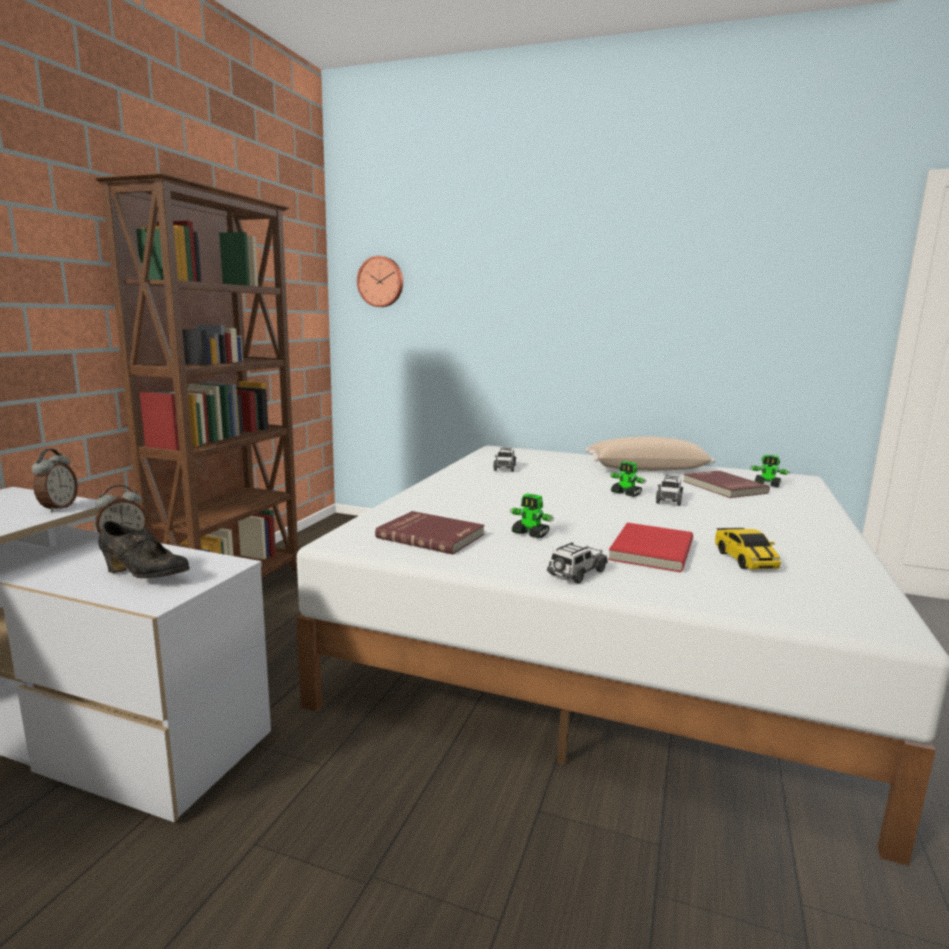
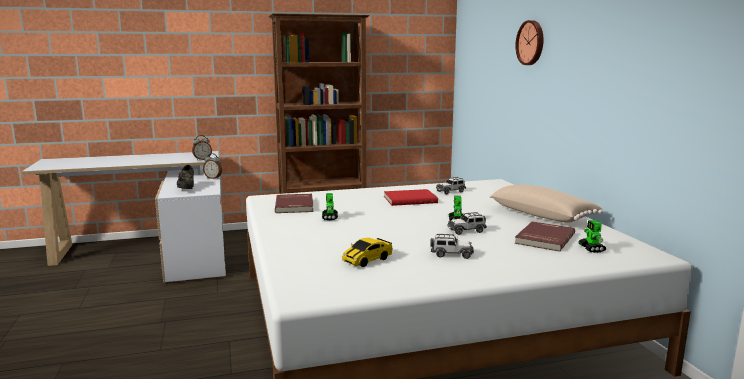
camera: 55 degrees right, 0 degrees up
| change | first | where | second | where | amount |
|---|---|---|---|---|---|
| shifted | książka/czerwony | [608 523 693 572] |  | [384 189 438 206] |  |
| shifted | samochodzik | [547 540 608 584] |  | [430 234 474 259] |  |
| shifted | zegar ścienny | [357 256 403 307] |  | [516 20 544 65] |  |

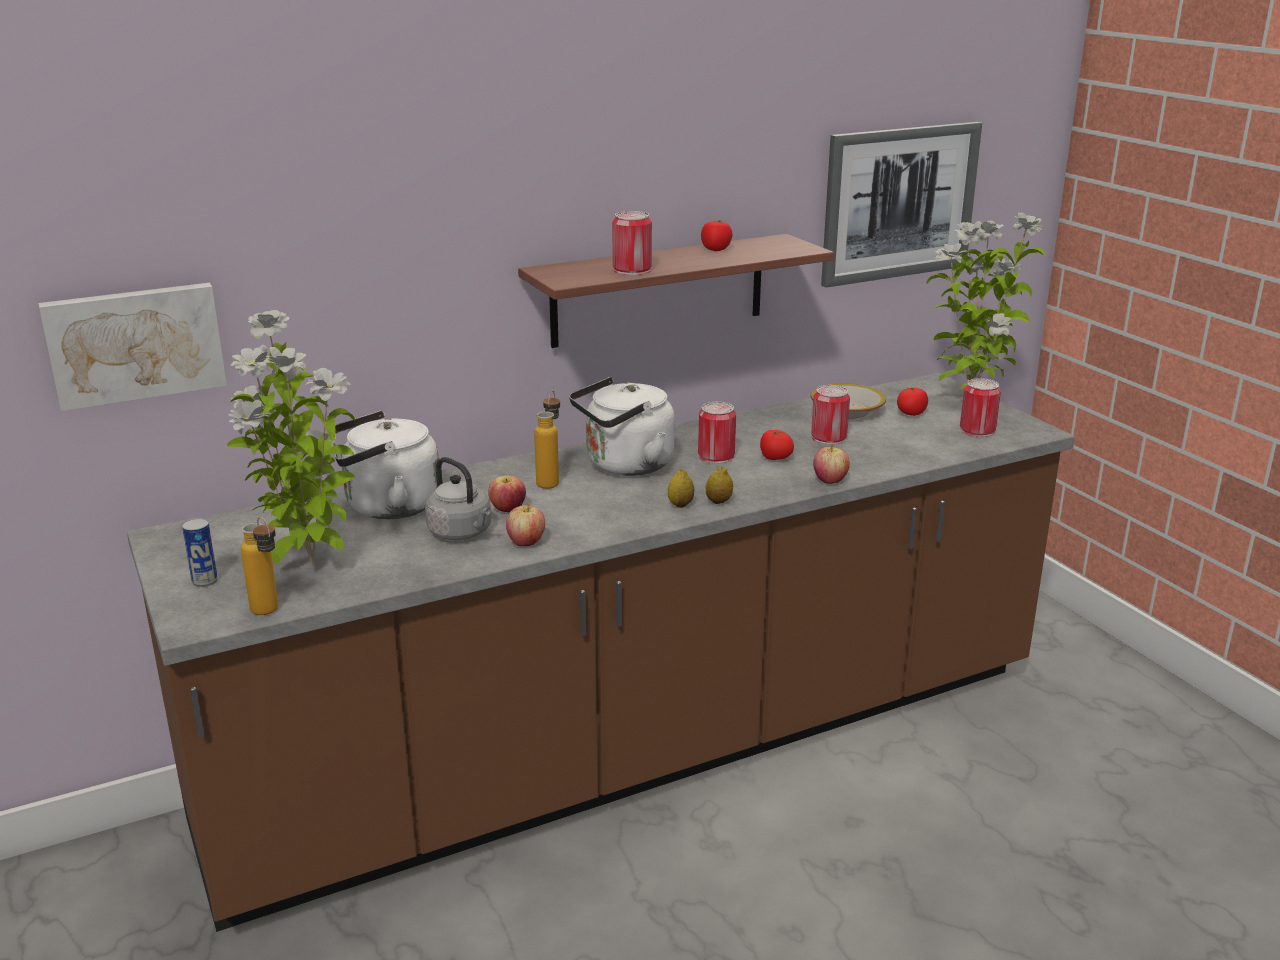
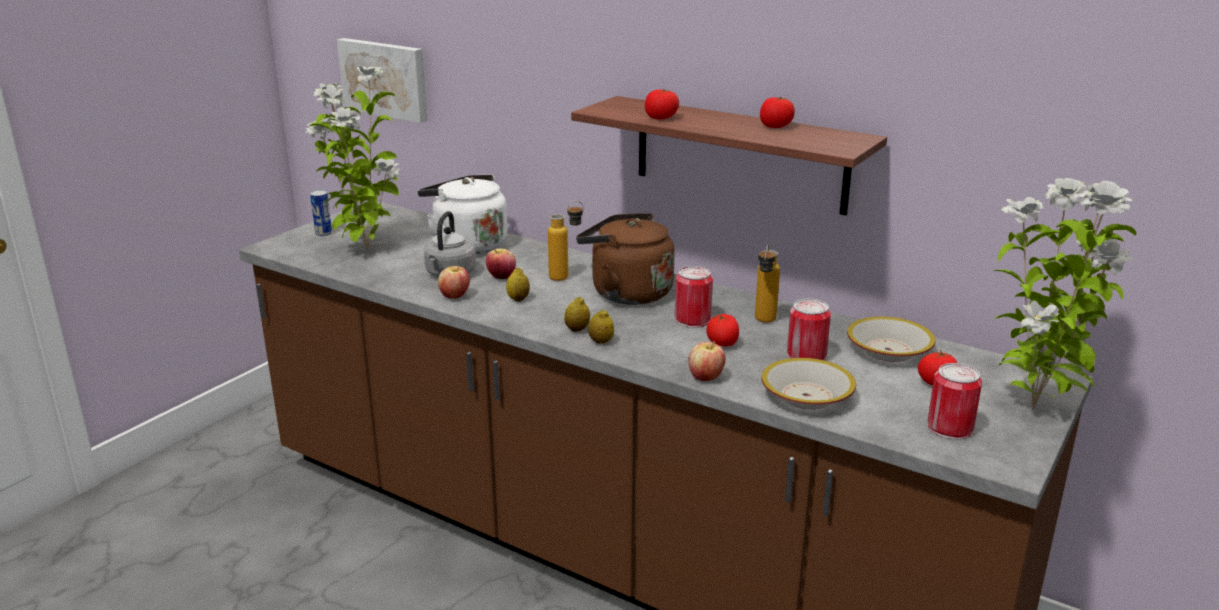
camera: 60 degrees right, 0 degrees up
| change | first | where | second | where | amount |
|---|---|---|---|---|---|
| new |  |  | cytryna | [506 268 530 302] |  |
| repainted | czajnik/biały | [569 377 674 476] | czajnik/brązowy | [576 213 675 305] |  |
| swapped | puszka | [612 211 652 275] | pomidor | [645 90 679 119] |  |
| shifted | butelka | [241 517 278 615] |  | [755 244 780 323] |  |
| new |  |  | miska | [761 358 856 409] |  |
| gone | obraz | [821 122 982 288] |  |  |  |

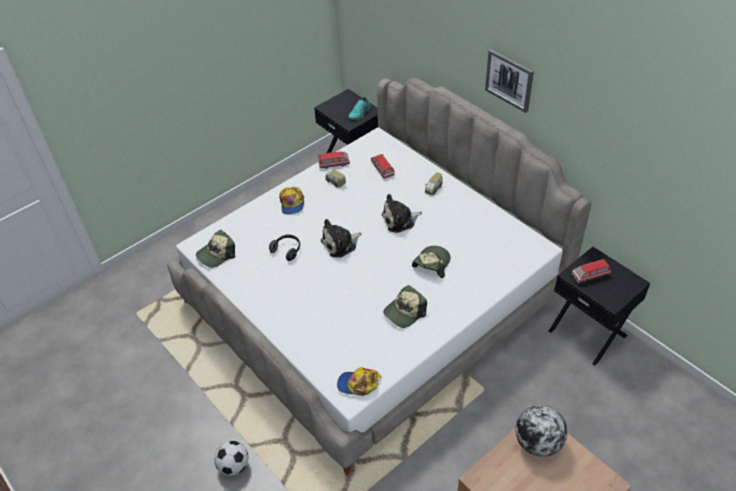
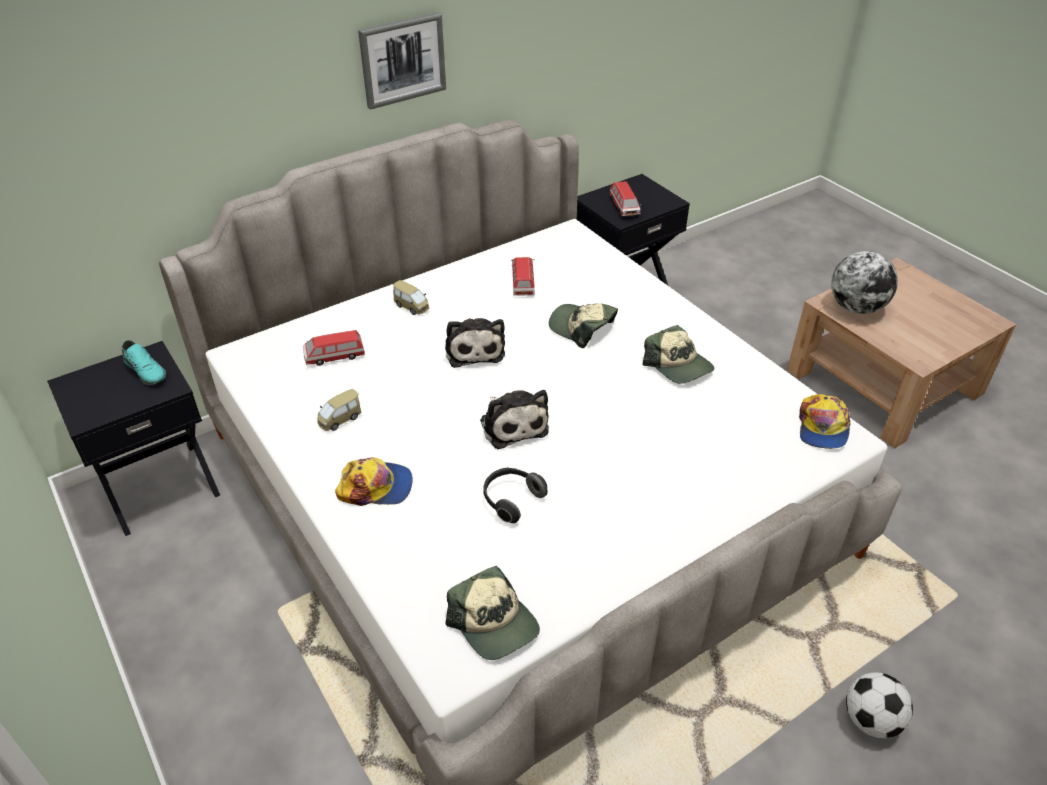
camera: 85 degrees left, 5 degrees down
| change | first | where | second | where | amount |
|---|---|---|---|---|---|
| shifted | samochodzik | [318 151 350 169] |  | [510 257 535 296] |  |

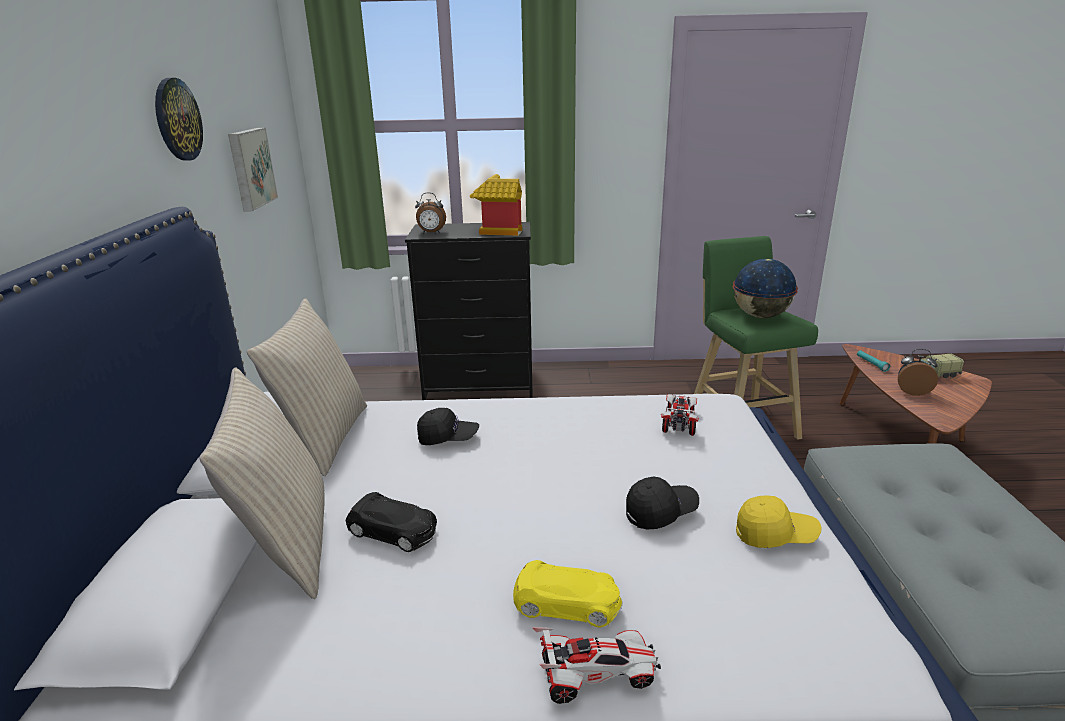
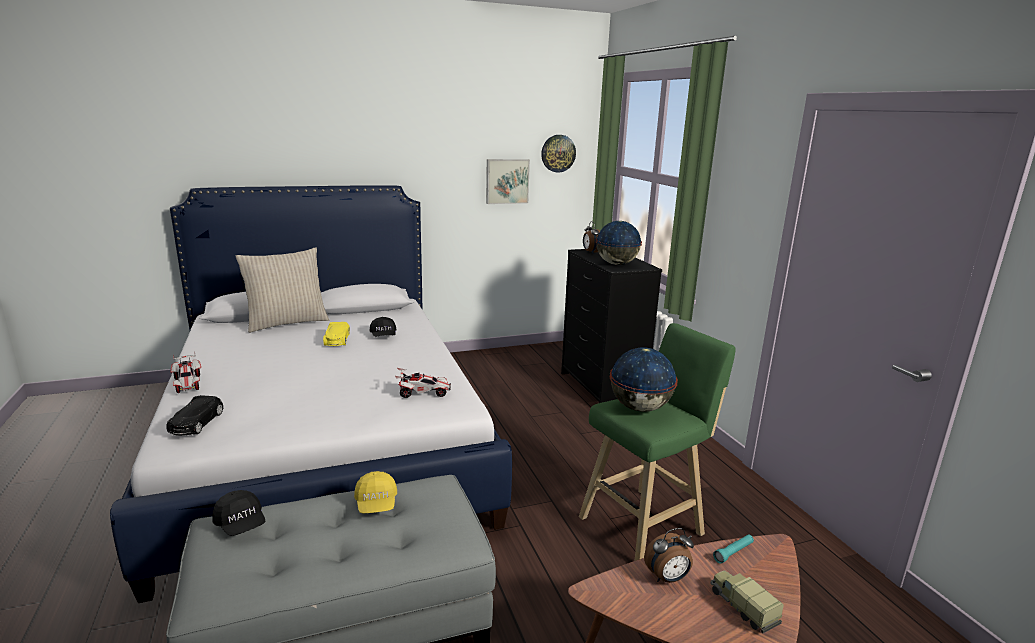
camera: 70 degrees right, 5 degrees down
| change | first | where | second | where | amount |
|---|---|---|---|---|---|
| shifted | samochodzik/czarny | [346 492 437 552] |  | [166 395 223 436] |  |
| shifted | czapka z daszkiem/czarny | [626 477 699 529] |  | [212 490 265 536] |  |
| shifted | samochodzik/żółty | [513 560 623 627] |  | [323 322 350 346] |  |
| shifted | czapka z daszkiem/żółty | [736 495 822 548] |  | [354 471 397 513] |  |
| shifted | zegar ścienny | [155 78 203 161] |  | [541 135 576 173] |  |
| swapped | domek | [470 174 522 236] | globus | [596 221 642 265] |  |
| rotated | budzik | [898 349 938 396] |  | [644 528 694 583] | 75 degrees clockwise |
| gone | poduszka/beżowy | [247 298 367 476] |  |  |  |

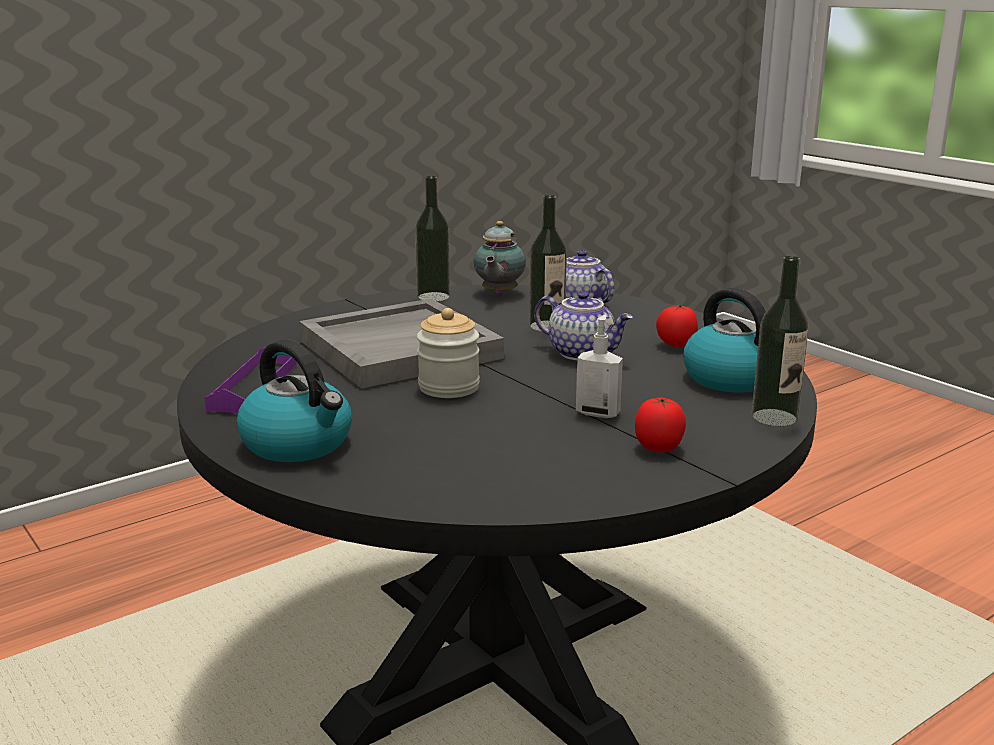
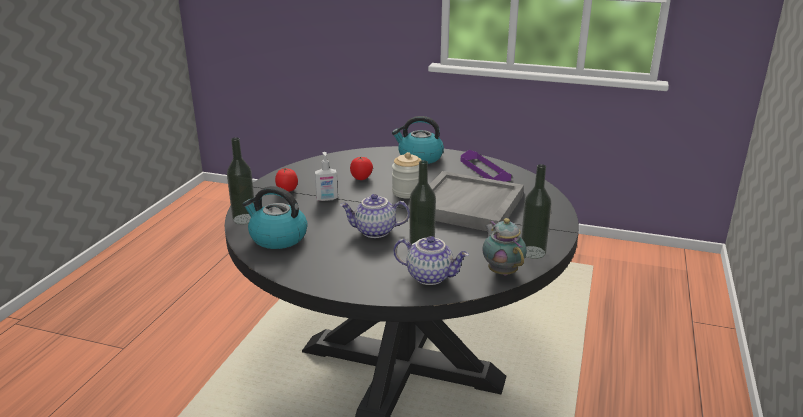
camera: 145 degrees right, 5 degrees up
| change | first | where | second | where | amount |
|---|---|---|---|---|---|
| shifted | pomidor | [656 305 698 348] |  | [350 157 373 180] |  |

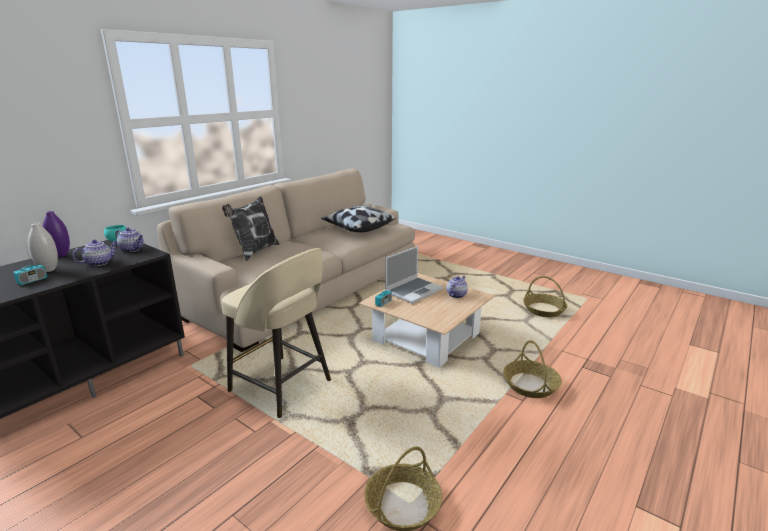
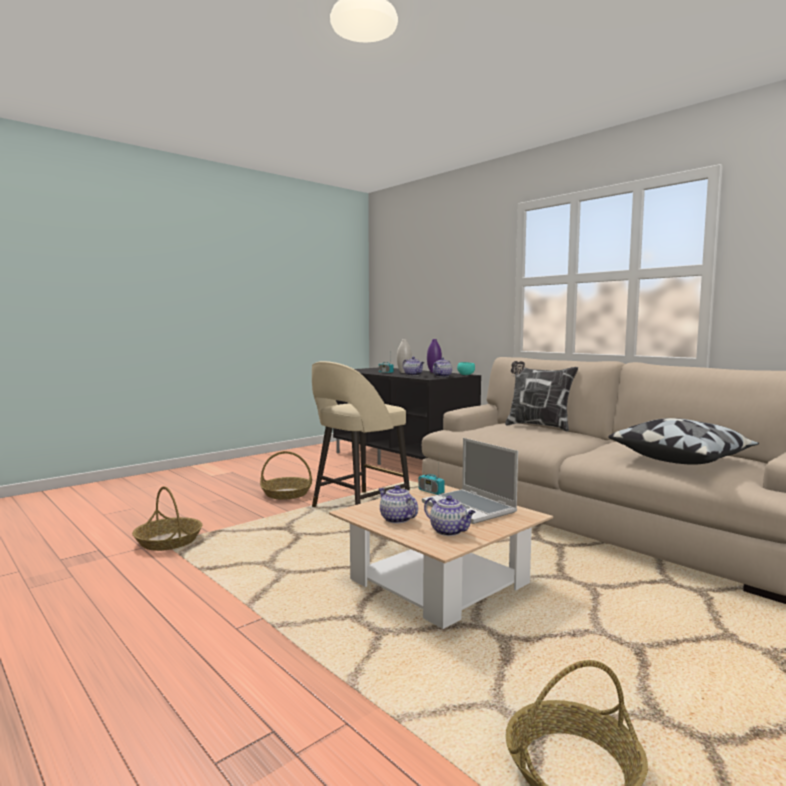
camera: 100 degrees right, 15 degrees down
| change | first | where | second | where | amount |
|---|---|---|---|---|---|
| shifted | koszyk | [503 340 562 398] |  | [260 451 312 499] |  |
| new |  |  | imbryk | [378 485 418 524] |  |

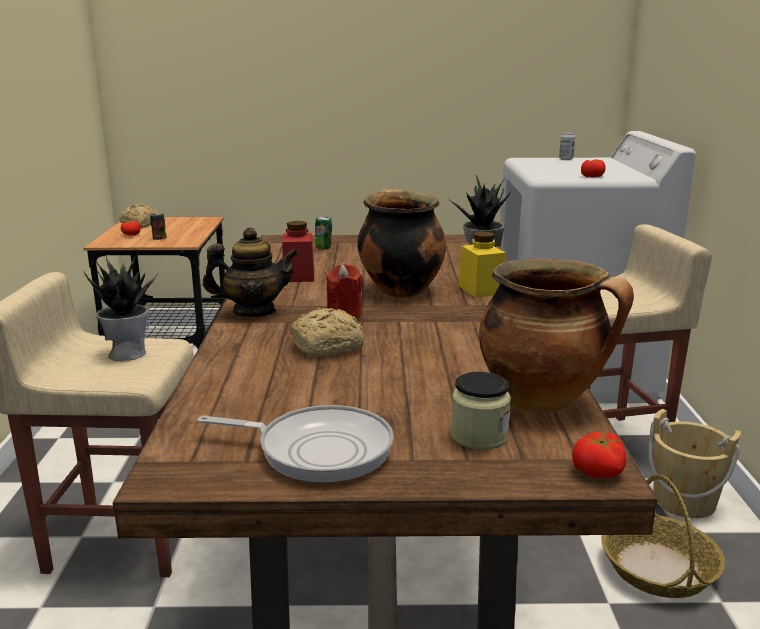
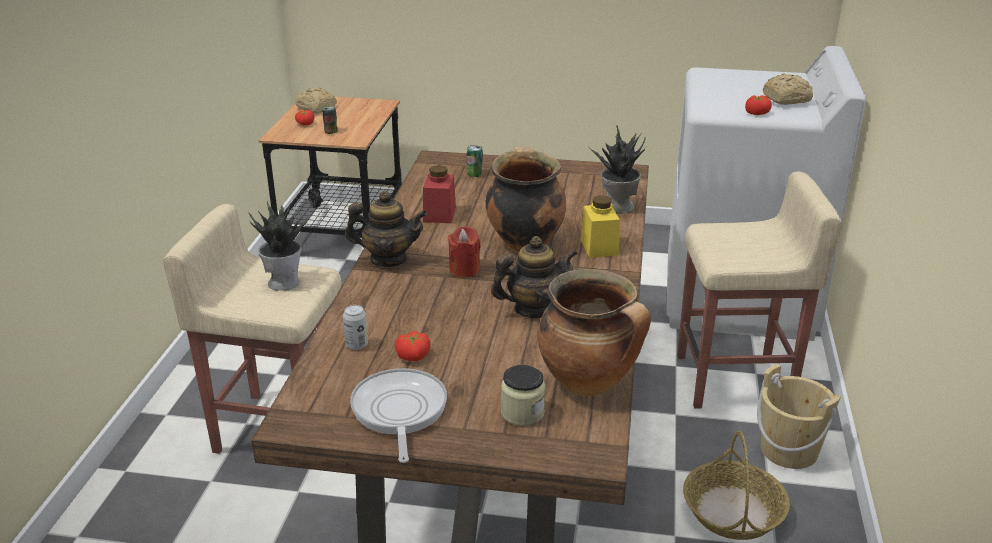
camera: 10 degrees right, 10 degrees up
| change | first | where | second | where | amount |
|---|---|---|---|---|---|
| shifted | puszka | [559 132 575 160] |  | [343 305 368 350] |  |
| rotated | patelnia | [197 405 394 483] |  | [350 368 447 463] | 120 degrees counterclockwise |
| shifted | pomidor | [572 432 626 478] |  | [395 331 430 361] |  |
| new |  |  | imbryk | [491 236 578 318] |  |
| shifted | chleb | [291 308 365 357] |  | [763 73 813 105] |  |

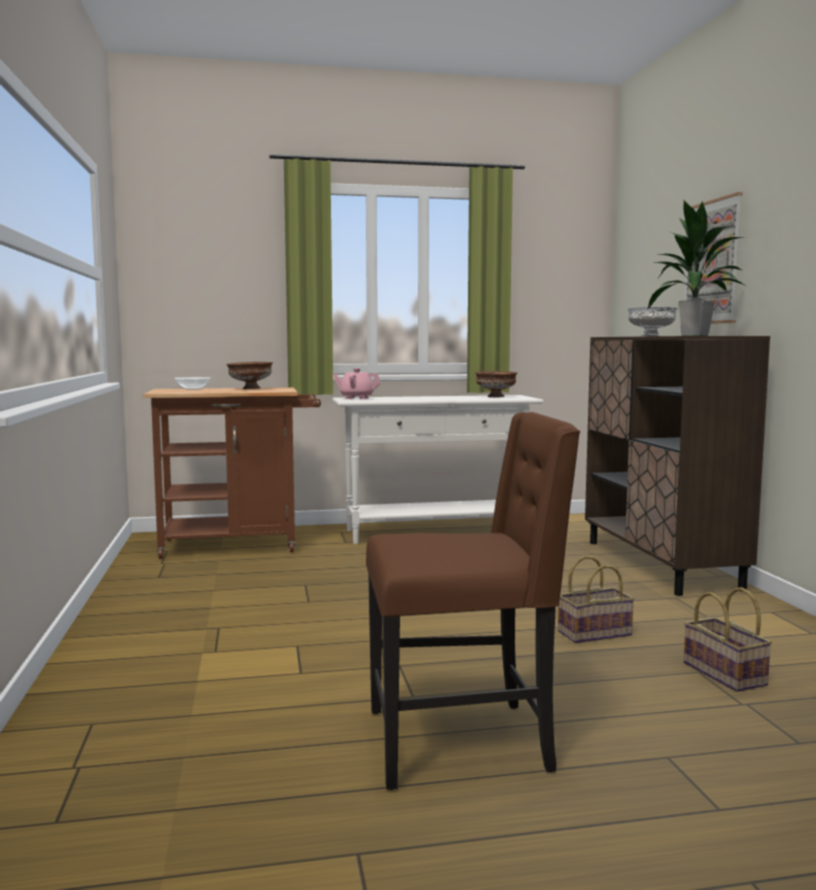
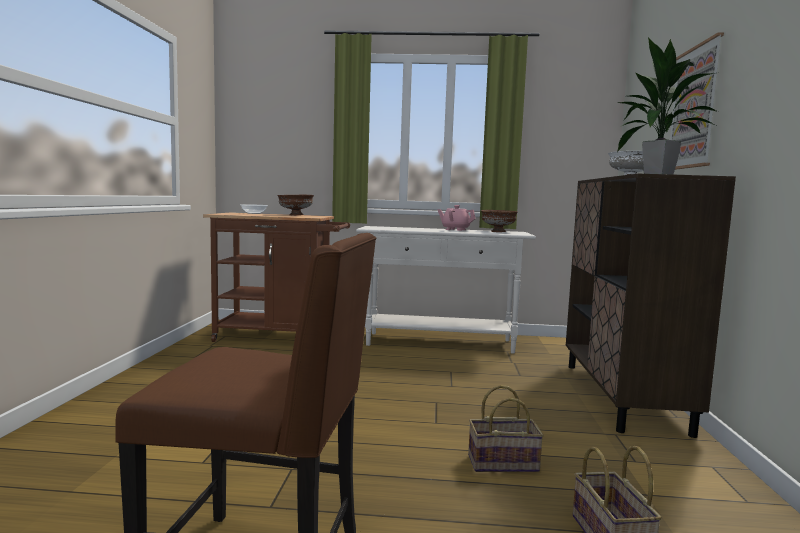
camera: 15 degrees right, 0 degrees up
| change | first | where | second | where | amount |
|---|---|---|---|---|---|
| shifted | imbryk/różowy | [333 368 380 399] |  | [437 205 476 231] |  |

